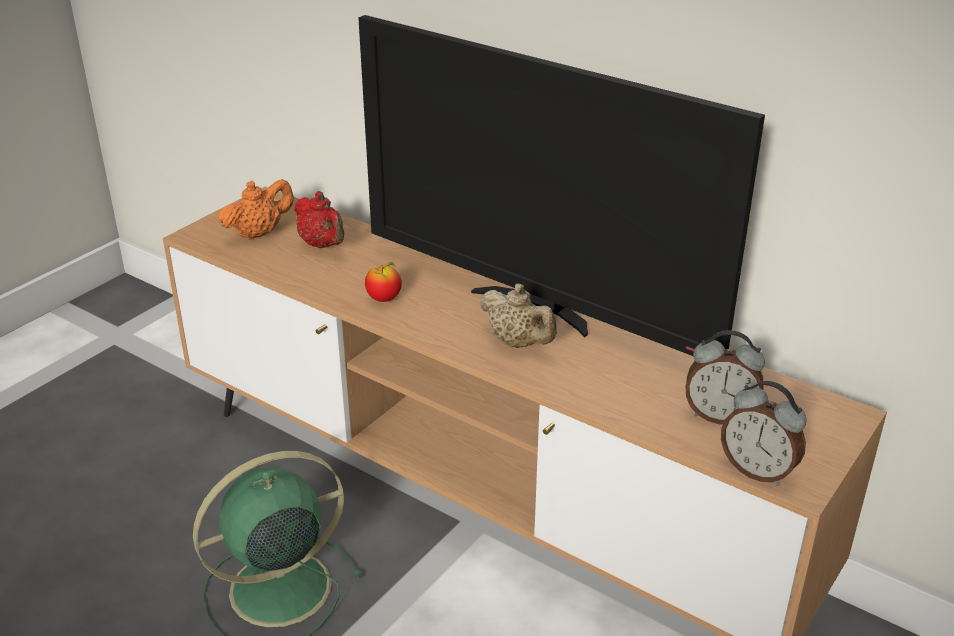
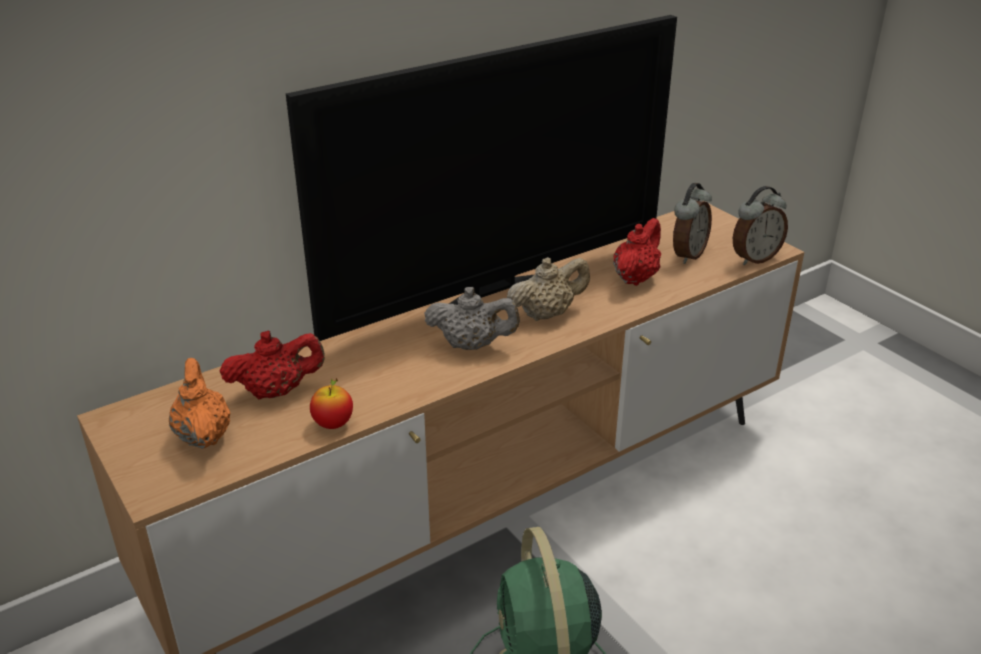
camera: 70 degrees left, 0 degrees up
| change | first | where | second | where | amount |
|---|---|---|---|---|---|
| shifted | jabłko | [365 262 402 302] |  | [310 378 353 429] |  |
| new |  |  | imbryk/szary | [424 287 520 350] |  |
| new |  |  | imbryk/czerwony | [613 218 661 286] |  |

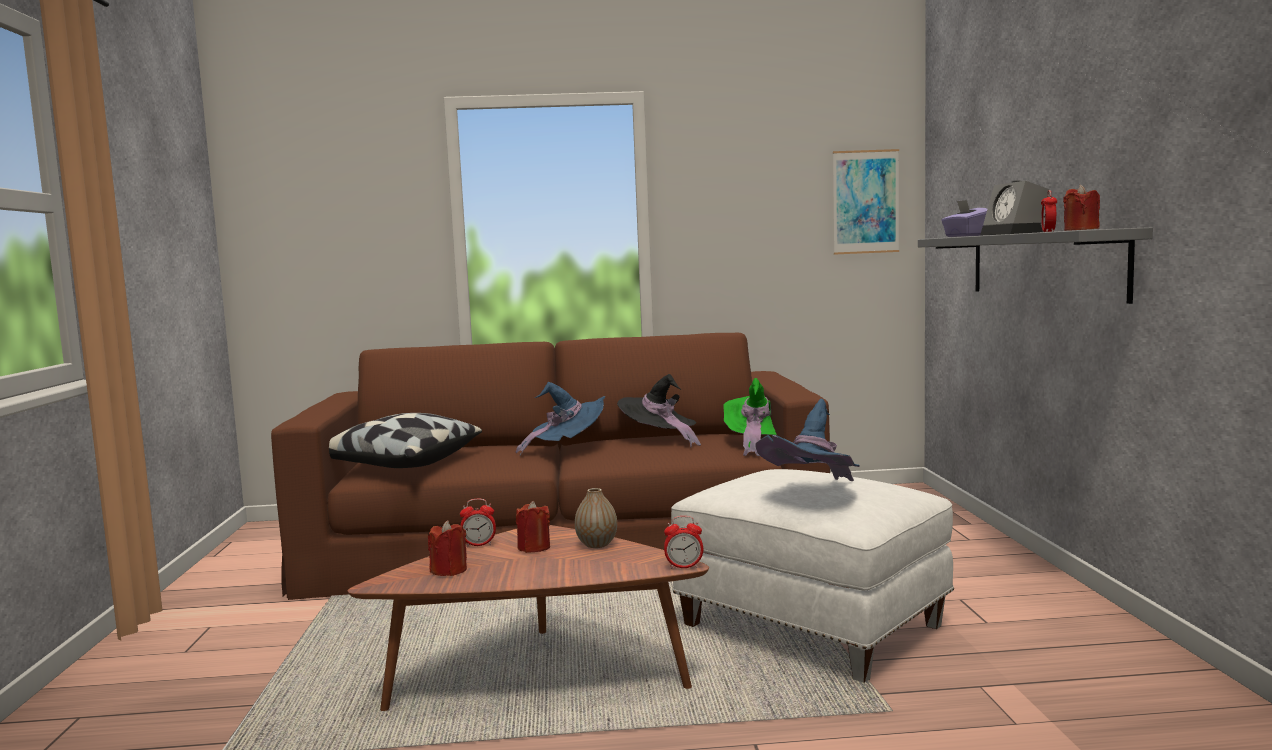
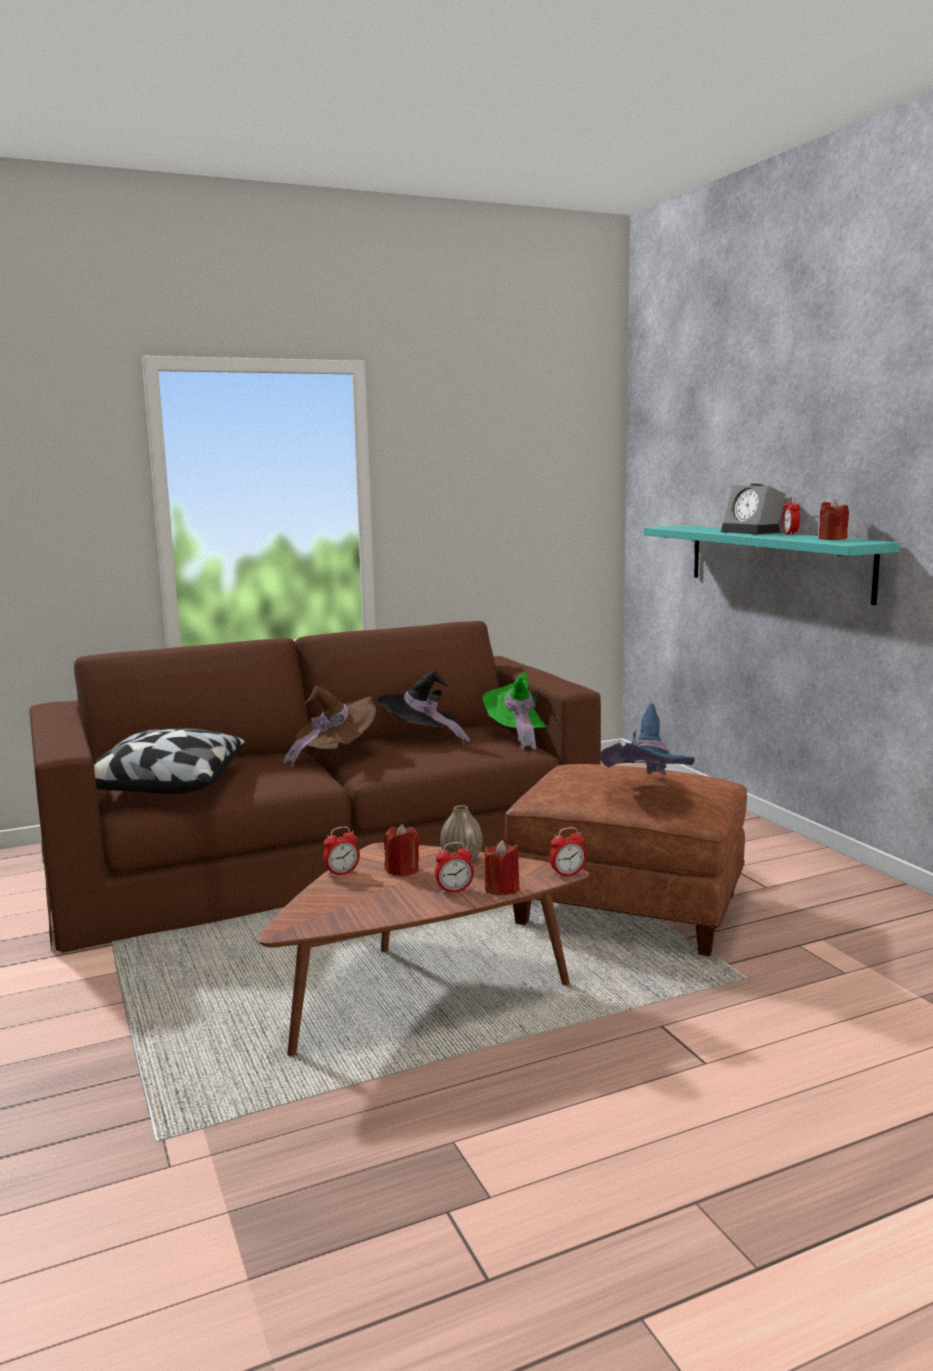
camera: 20 degrees left, 5 degrees up
| change | first | where | second | where | amount |
|---|---|---|---|---|---|
| repainted | kapelusz/niebieski | [516 382 605 456] | kapelusz/brązowy | [283 686 376 767] |  |
| new |  |  | budzik | [435 842 474 894] |  |
| shifted | świeca/czerwony | [428 520 467 576] |  | [485 840 519 895] |  |
| repainted | pufa/biały | [671 469 954 683] | pufa/brązowy | [505 764 747 956] |  |
| repainted | półka/szary | [918 227 1153 304] | półka/turkusowy | [644 525 900 605] |  |
| gone | obraz | [833 149 899 255] |  |  |  |
| gone | pudełko chusteczek/fioletowy | [941 200 987 237] |  |  |  |

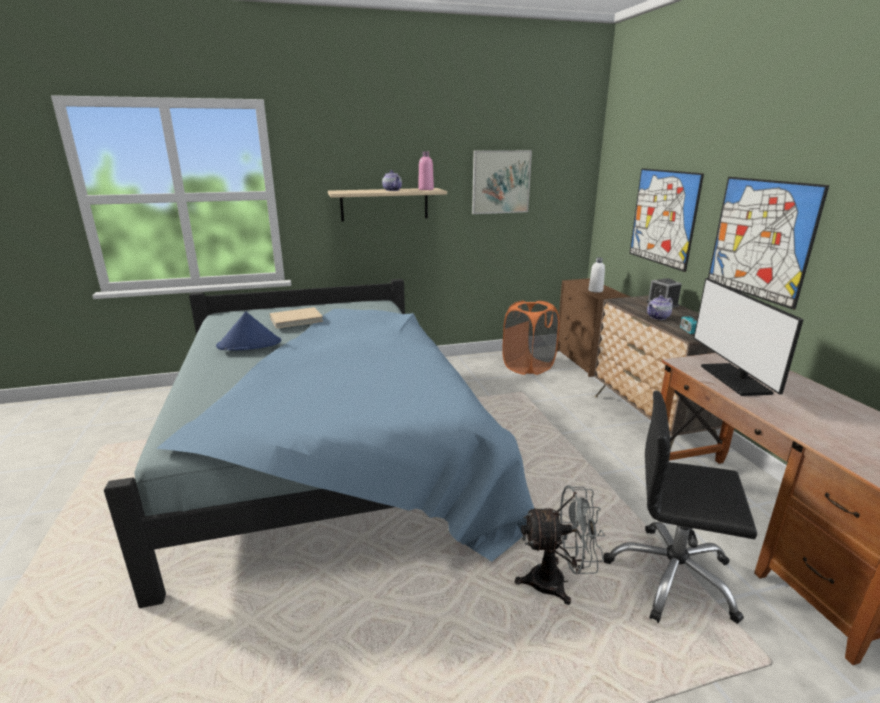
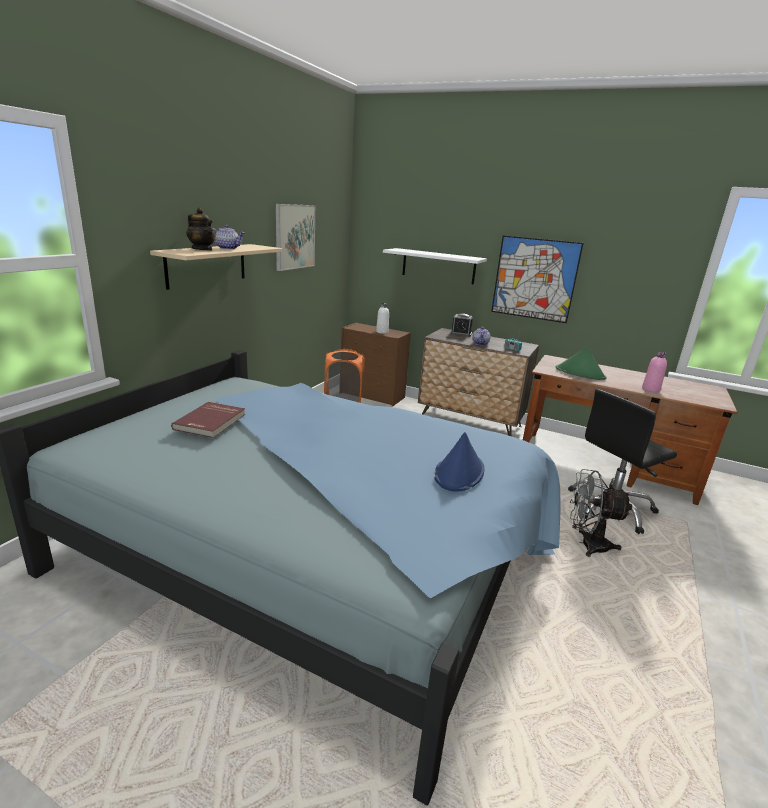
camera: 50 degrees left, 0 degrees up
| change | first | where | second | where | amount |
|---|---|---|---|---|---|
| repainted | książka/beżowy | [270 307 323 328] | książka/czerwony | [171 402 245 438] |  |
| new |  |  | imbryk | [186 208 216 251] |  |
| swapped | obraz | [629 168 704 272] | półka/biały | [383 248 487 285] |  |
| shifted | kapelusz/niebieski | [216 312 281 350] |  | [434 432 485 491] |  |
| swapped | monitor | [694 278 804 396] | kapelusz/zielony | [556 347 606 380] |  |
| rotated | wentylator/szary | [515 485 605 605] |  | [570 469 632 557] | 120 degrees counterclockwise |
| shifted | butelka/różowy | [418 152 434 190] |  | [642 351 667 392] |  |

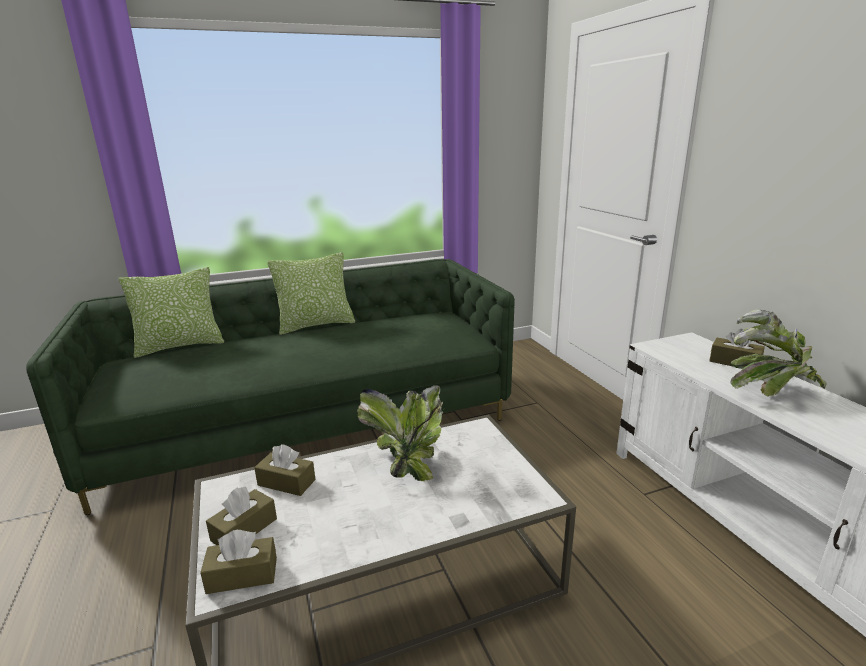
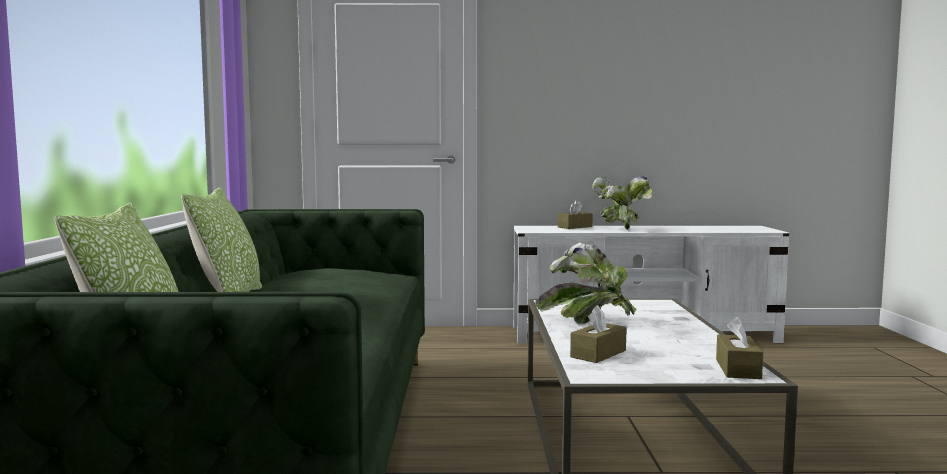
camera: 70 degrees left, 15 degrees down
| change | first | where | second | where | amount |
|---|---|---|---|---|---|
| gone | pudełko chusteczek/brązowy | [206 487 277 545] |  |  |  |

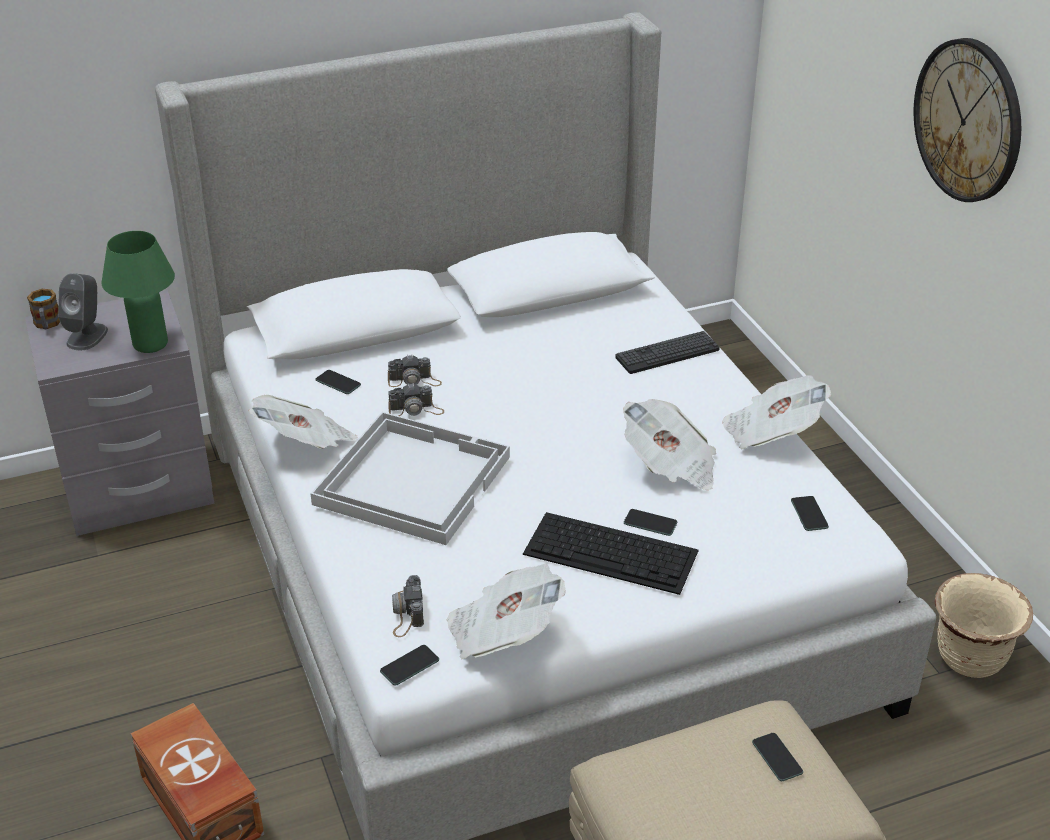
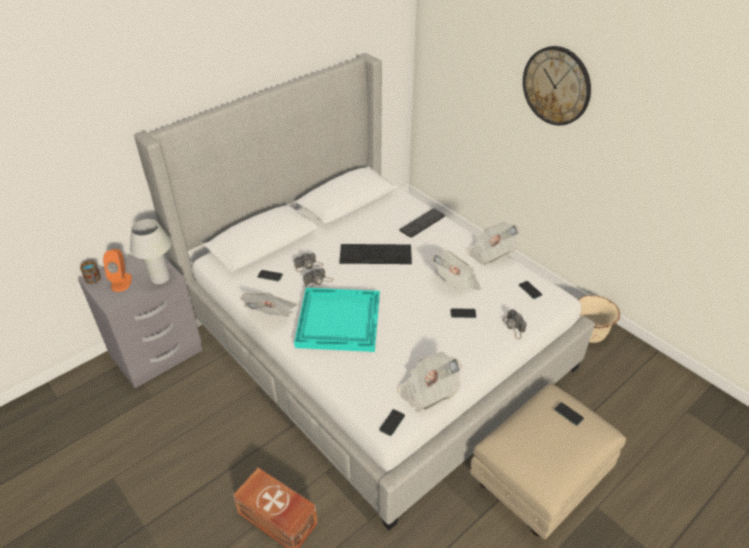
camera: 20 degrees left, 5 degrees up
| change | first | where | second | where | amount |
|---|---|---|---|---|---|
| repainted | głośnik/szary | [58 273 108 350] | głośnik/pomarańczowy | [103 249 132 292] |  |
| repainted | lampa stołowa/zielony | [101 231 175 353] | lampa stołowa/biały | [130 219 172 284] |  |
| repainted | taca/biały | [310 412 510 545] | taca/turkusowy | [294 288 380 352] |  |
| shifted | klawiatura | [523 512 698 595] |  | [339 244 412 264] |  |
| shifted | aparat fotograficzny | [392 575 424 637] |  | [503 309 527 339] |  |

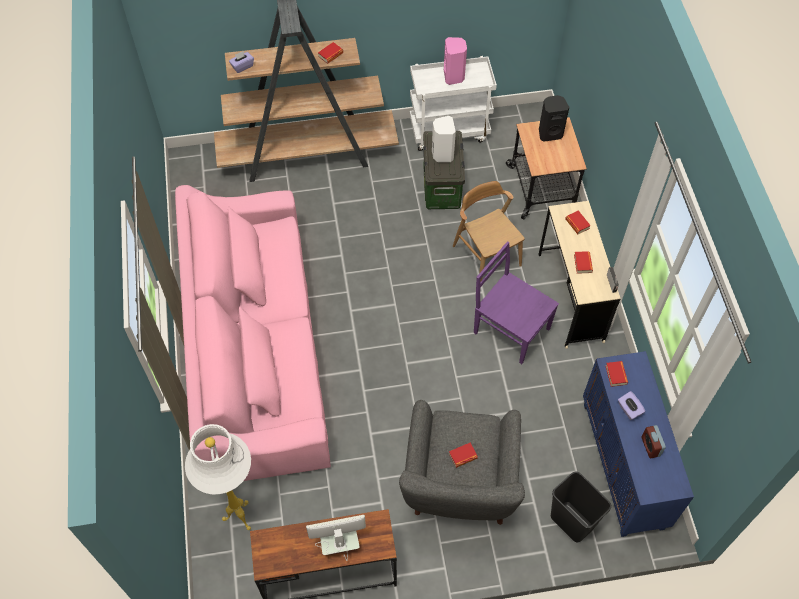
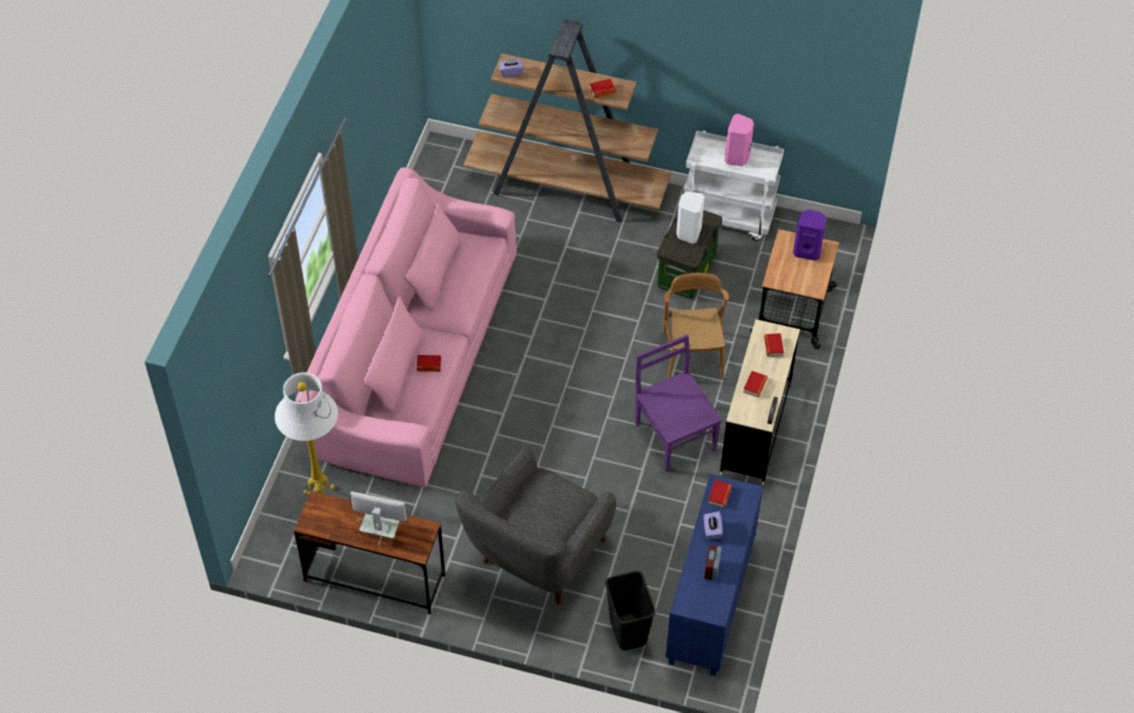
camera: 25 degrees right, 5 degrees down
| change | first | where | second | where | amount |
|---|---|---|---|---|---|
| shifted | książka | [449 443 478 468] |  | [417 355 441 372] |  |
| repainted | głośnik/czarny | [539 95 569 142] | głośnik/fioletowy | [793 210 825 261] |  |

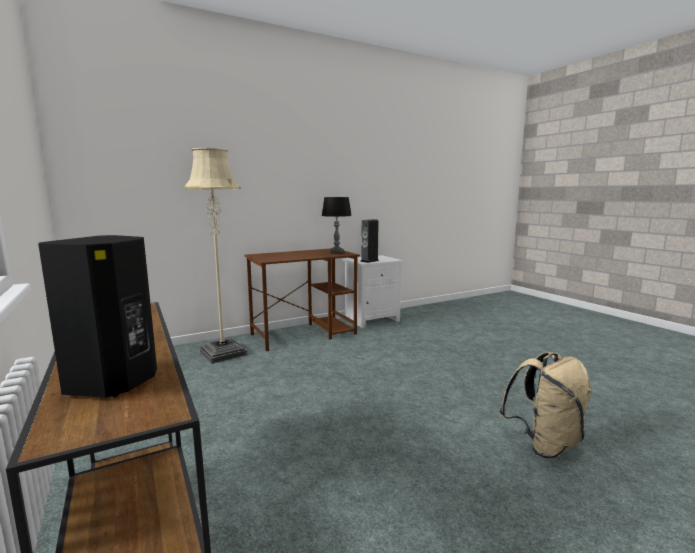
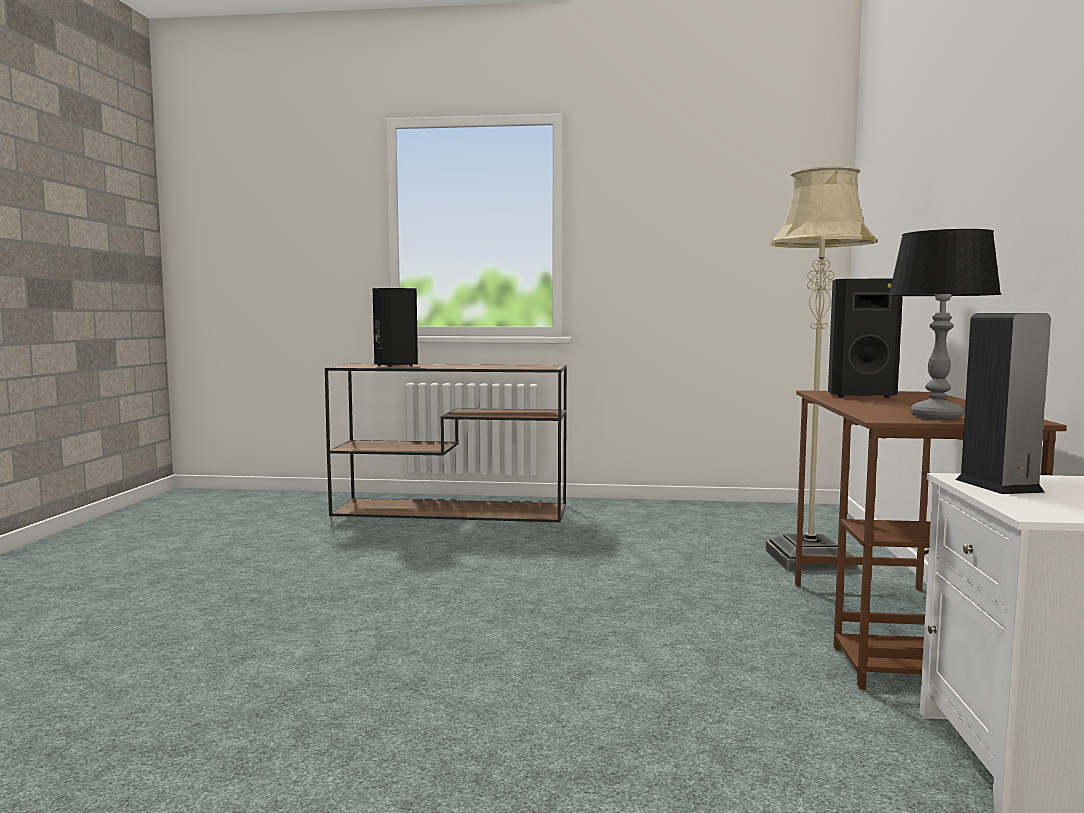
camera: 125 degrees right, 5 degrees down
| change | first | where | second | where | amount |
|---|---|---|---|---|---|
| new |  |  | głośnik/czarny | [828 279 903 398] |  |
| gone | plecak/beżowy | [499 352 591 458] |  |  |  |

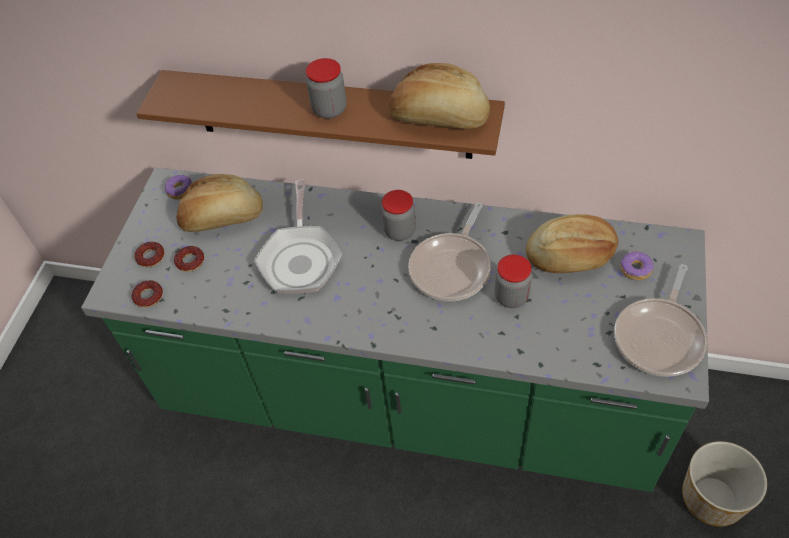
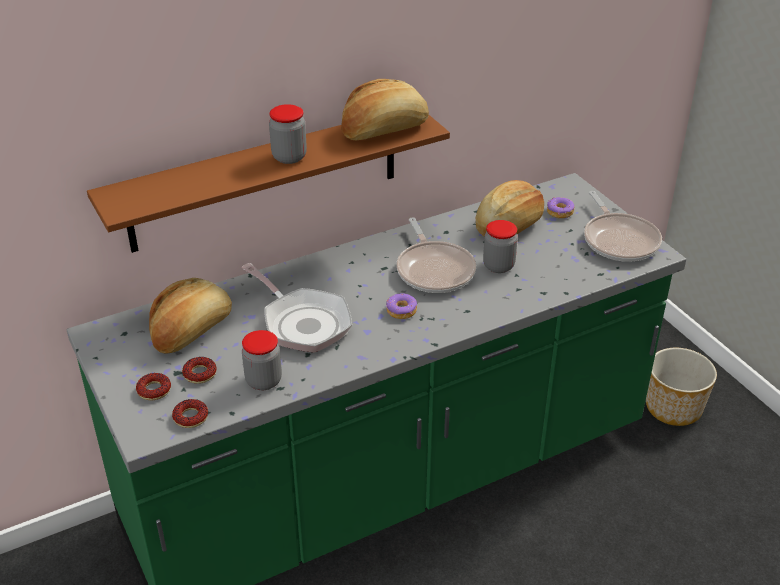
camera: 45 degrees left, 15 degrees down
| change | first | where | second | where | amount |
|---|---|---|---|---|---|
| shifted | słoik | [381 190 416 241] |  | [242 330 282 390] |  |
| shifted | donut | [165 175 192 200] |  | [386 293 417 319] |  |

